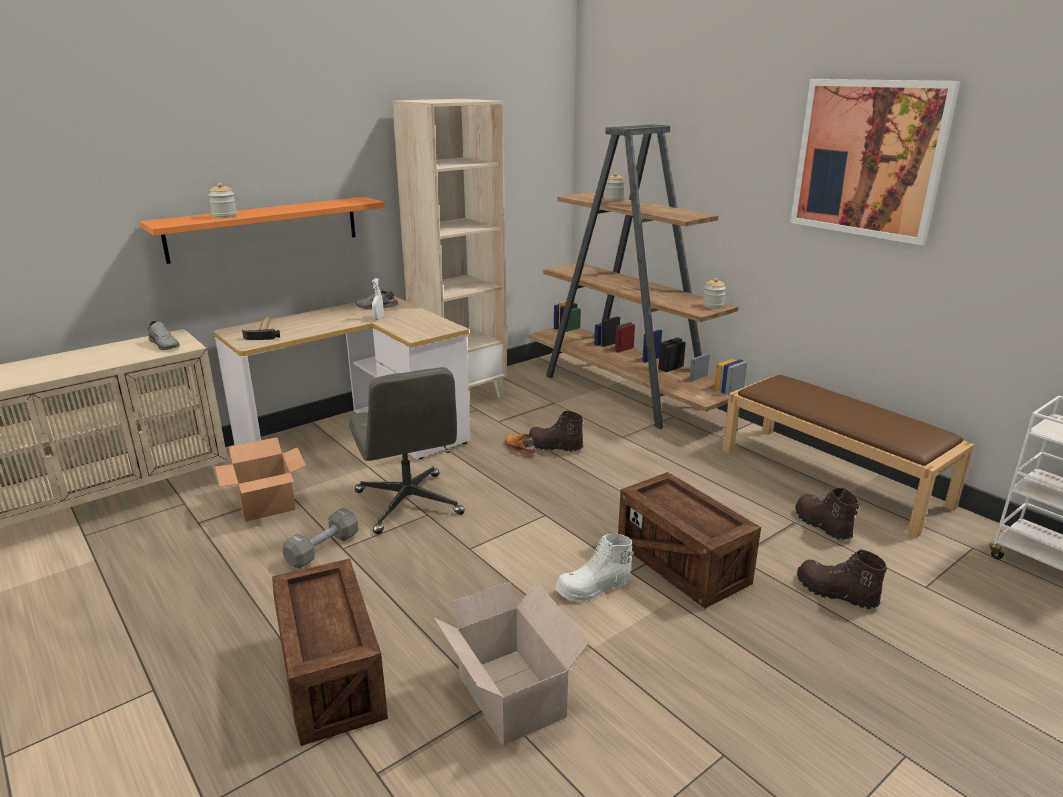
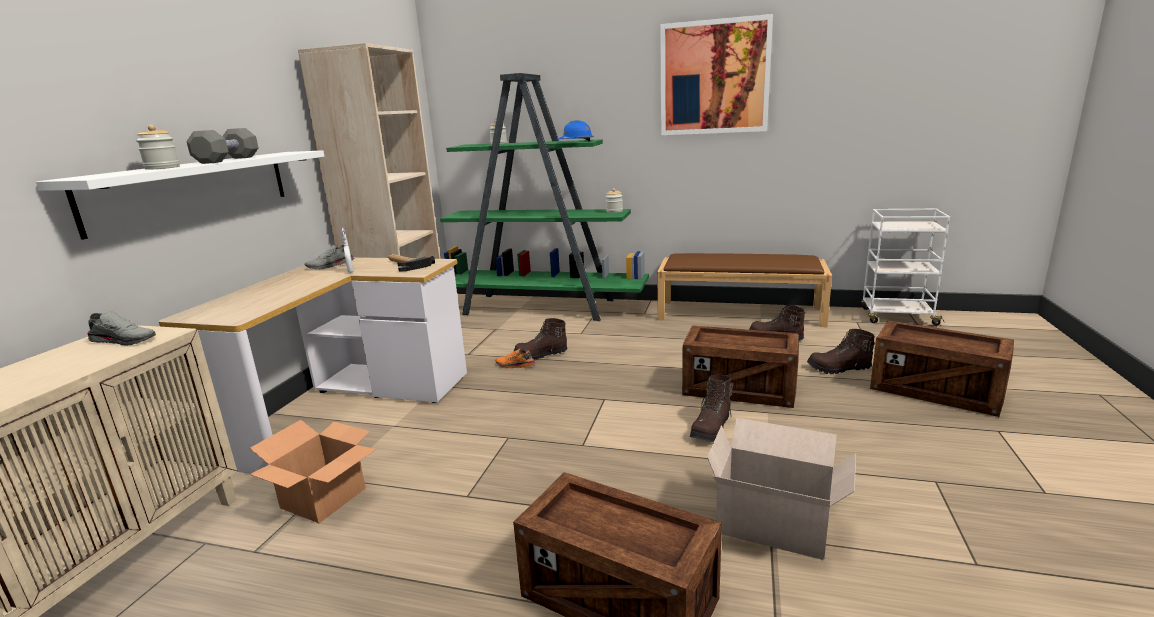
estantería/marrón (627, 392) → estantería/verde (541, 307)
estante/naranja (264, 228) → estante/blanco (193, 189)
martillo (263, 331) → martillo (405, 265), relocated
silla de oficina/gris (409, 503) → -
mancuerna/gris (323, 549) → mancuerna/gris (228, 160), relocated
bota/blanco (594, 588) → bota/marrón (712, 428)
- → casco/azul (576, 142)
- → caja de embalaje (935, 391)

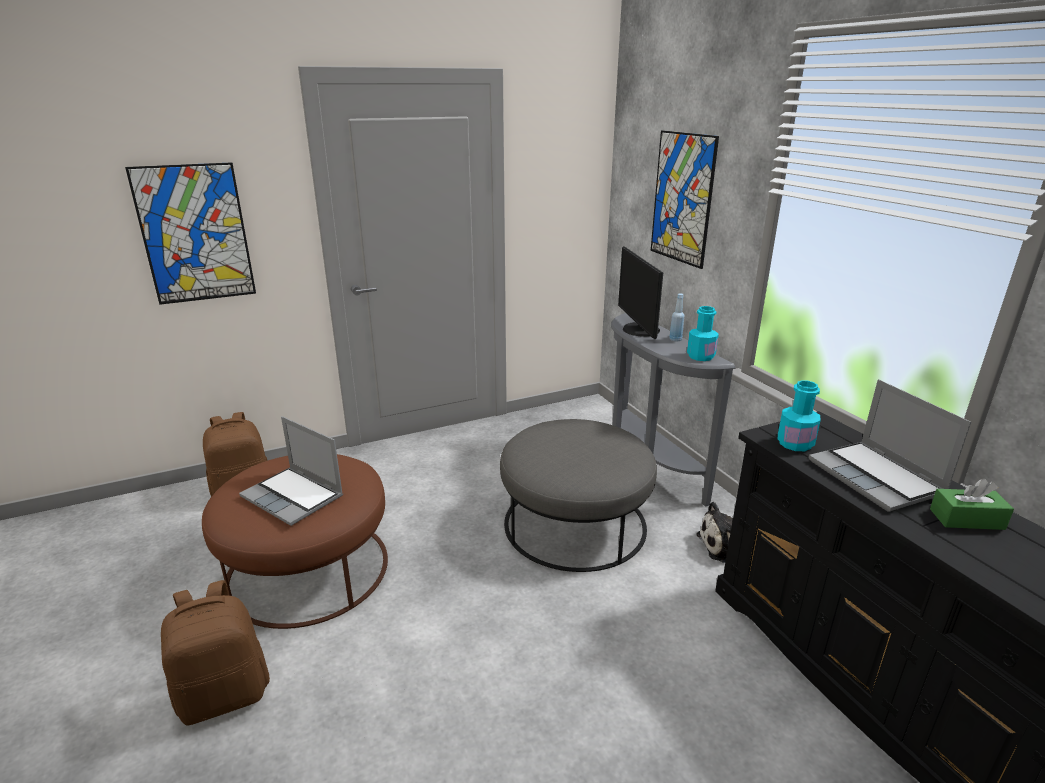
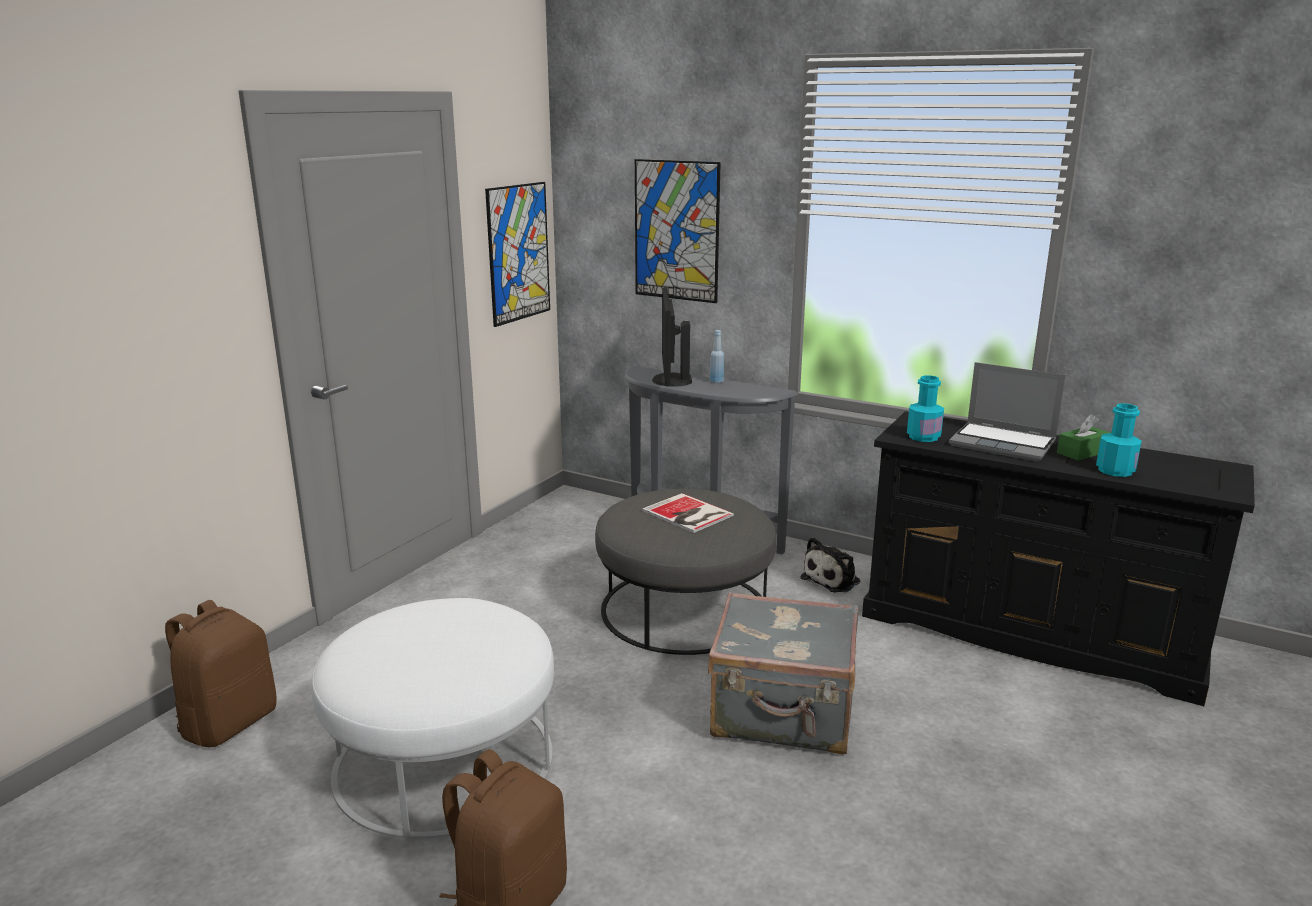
cuadro (195, 234) → cuadro (518, 253), relocated
monitor (639, 330) → monitor (670, 380), 45 degrees clockwise
botella/turquesa (700, 356) → botella/turquesa (1115, 471), relocated
portátil (294, 497) → -
puf/marrón (308, 569) → puf/blanco (444, 759)
- → libro (688, 514)
- → maleta/gris (783, 714)

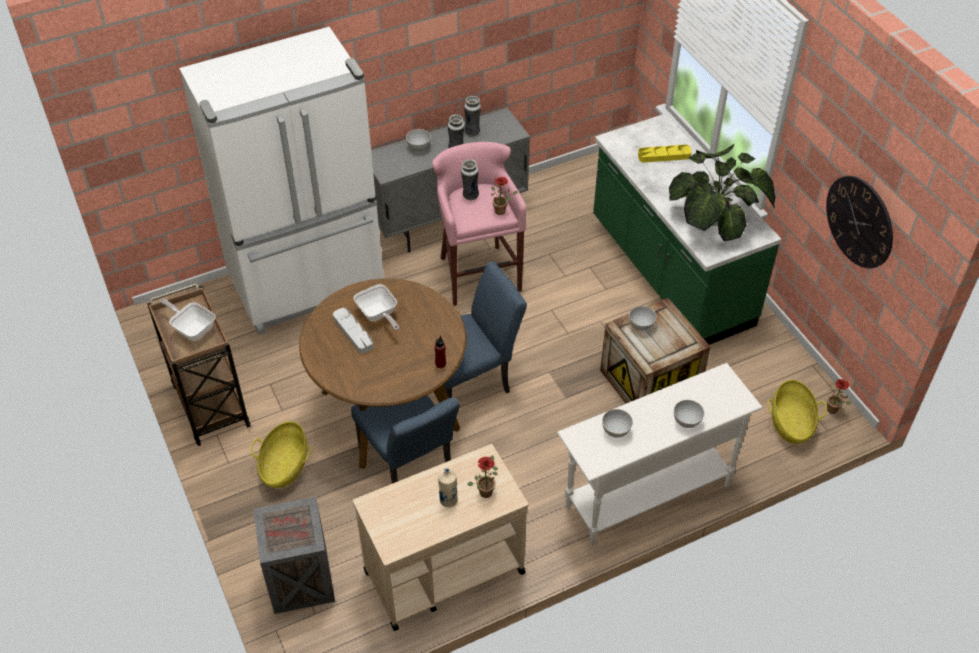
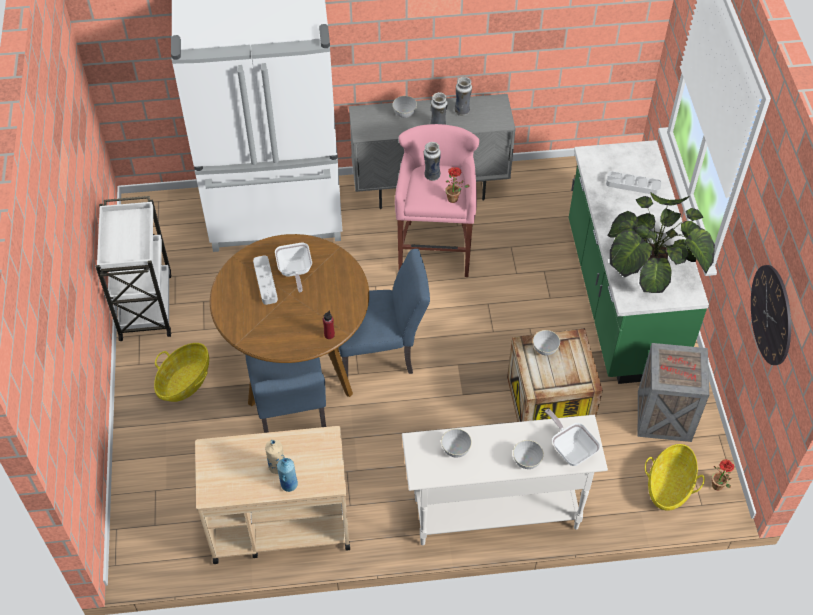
bandeja/amarillo (664, 156) → bandeja/gris (633, 185)
carrito/marrón (210, 404) → carrito/blanco (145, 305)
sartén (192, 329) → sartén (570, 449), relocated
planta en maceta (485, 490) → -
caja de embalaje (302, 582) → caja de embalaje (665, 417), relocated
- → botella/azul (289, 484)

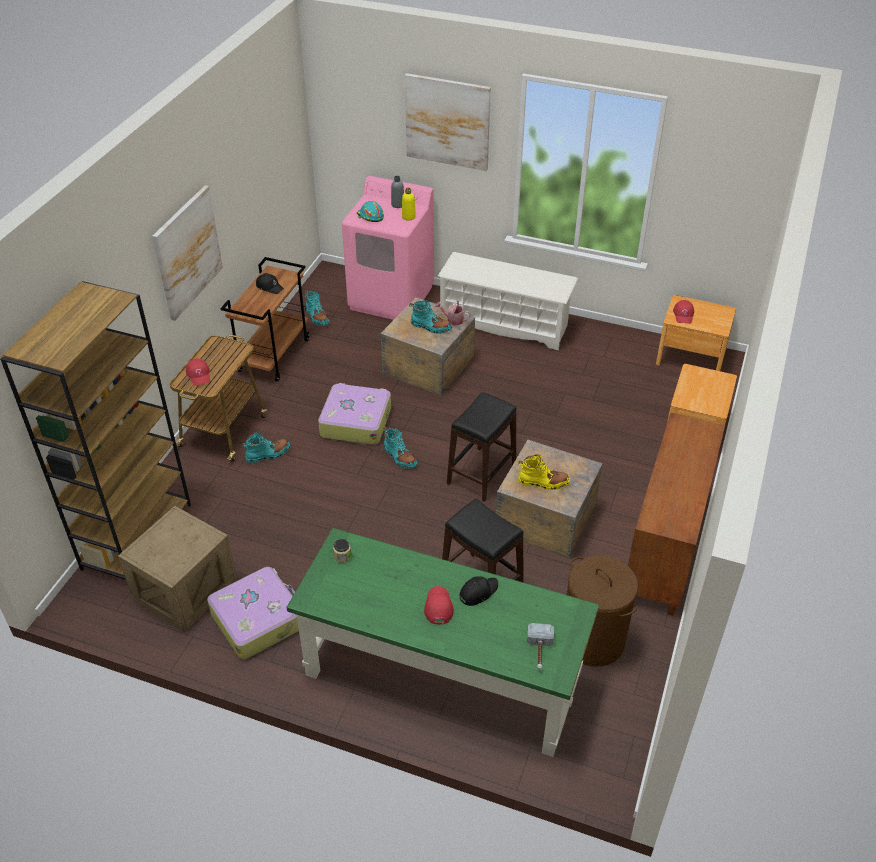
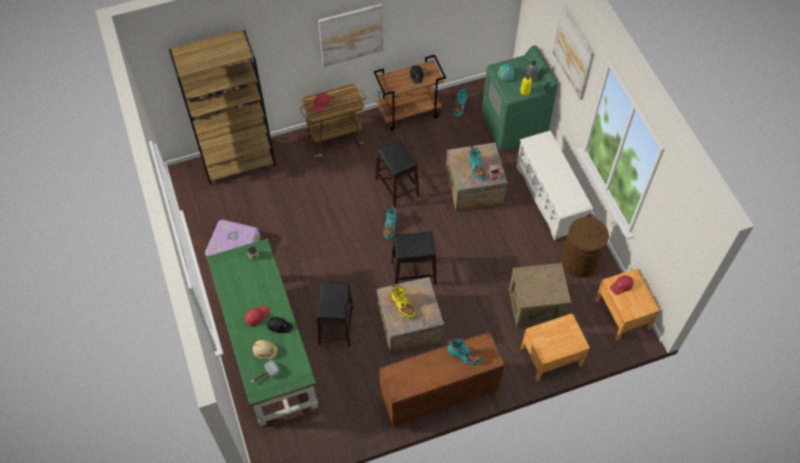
lavadora/rosa (392, 298) → lavadora/verde (513, 127)
maleta (355, 421) → taburete/negro (396, 187)
bota/turquesa (268, 454) → bota/turquesa (464, 356), relocated
caja de embalaje (186, 589) → caja de embalaje (536, 305), relocated
cesto de la ropa/marrón (593, 640) → cesto de la ropa/marrón (579, 261), relocated
- → casco/beis (265, 350)

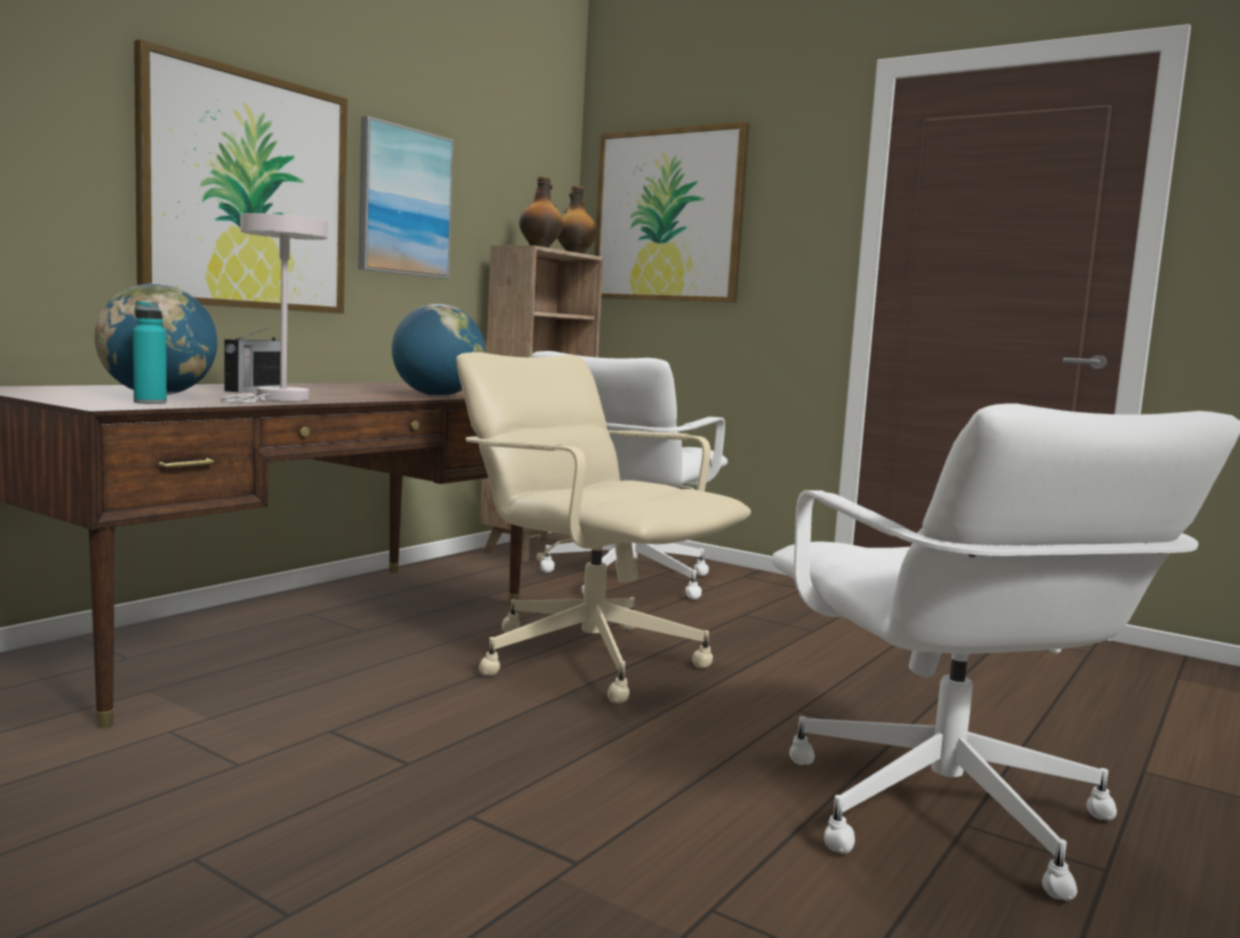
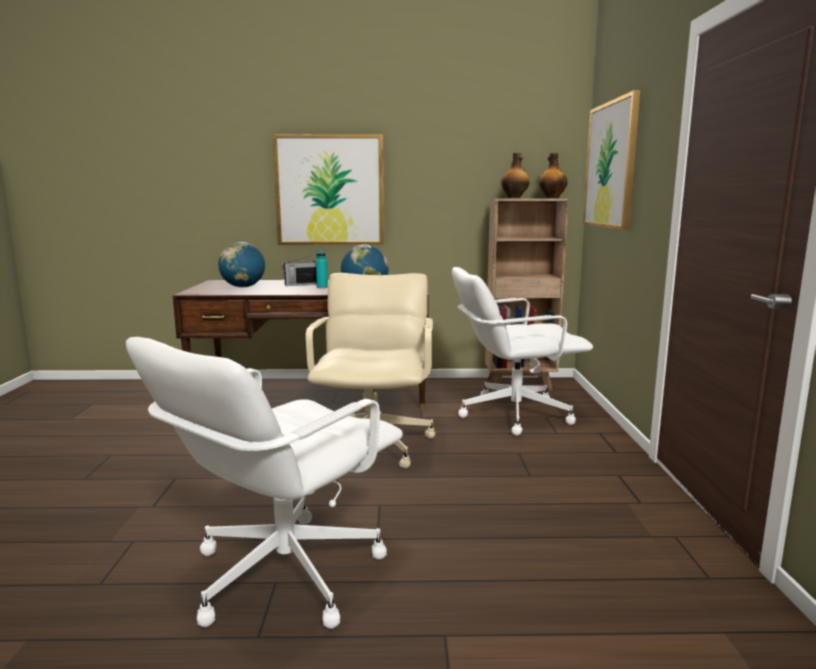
cuadro (404, 202) → -
lámpara de mesa/blanco (277, 399) → -
botella/turquesa (150, 402) → botella/turquesa (322, 287), relocated

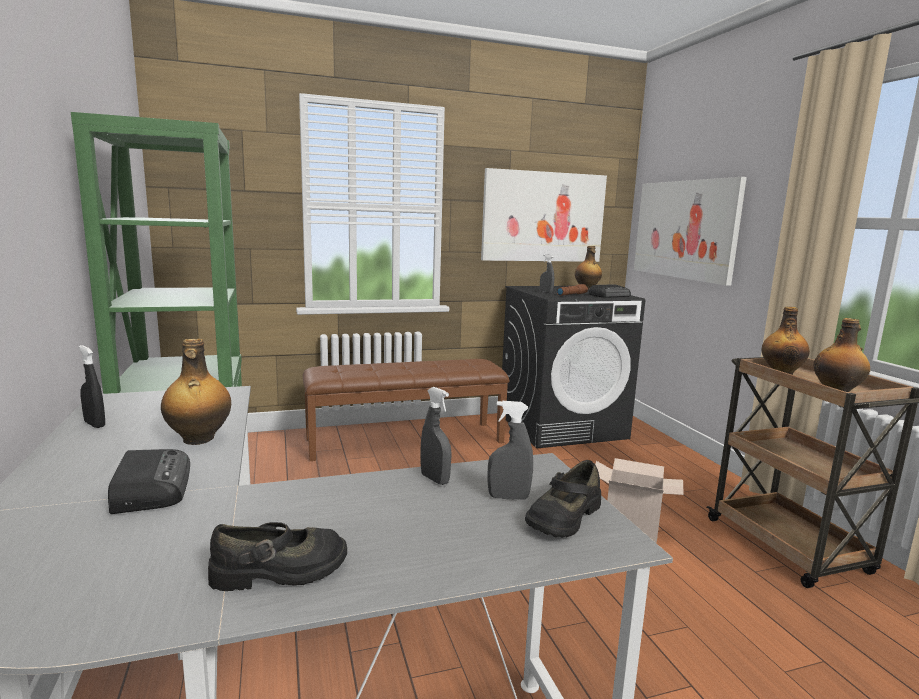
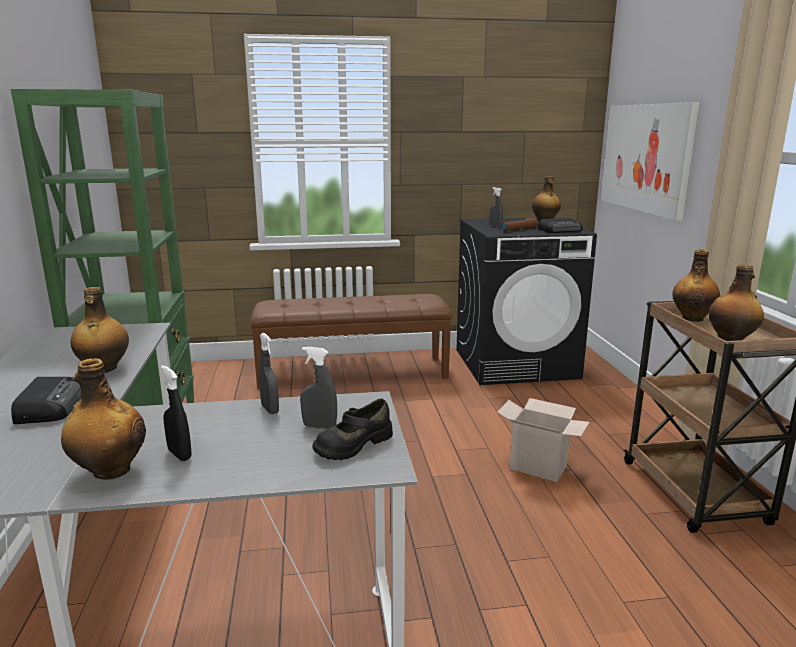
cuadro (543, 217) → -
pulverizador/negro (94, 424) → pulverizador/negro (179, 454), relocated
zapato/negro (280, 571) → botella (110, 471)

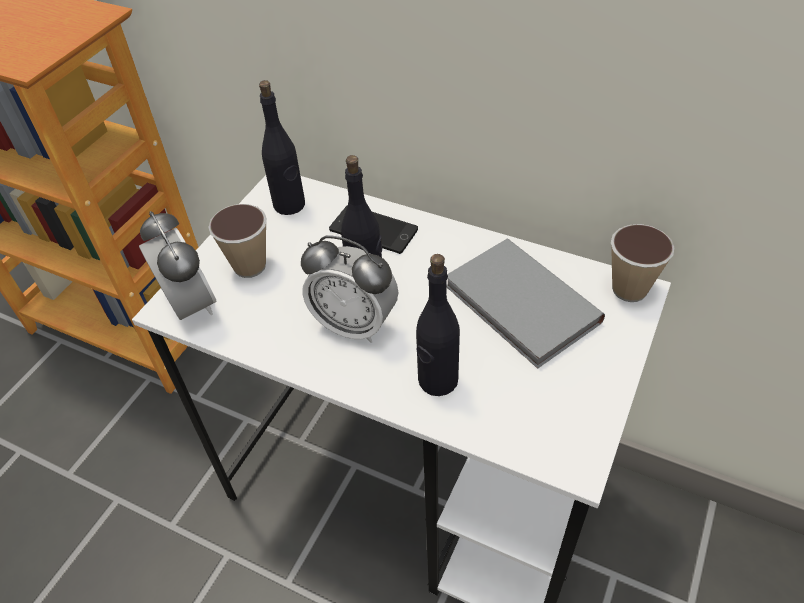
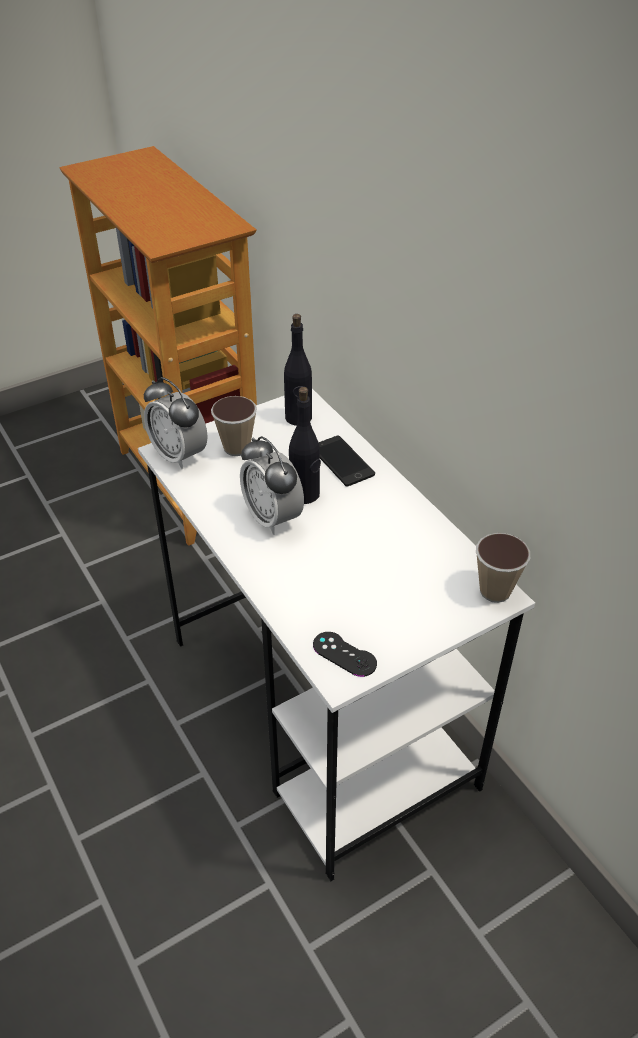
despertador (190, 305) → despertador (179, 455), 135 degrees clockwise
libro/gris (520, 306) → -
botella/negro (437, 380) → -
- → mando de consola/negro (344, 654)

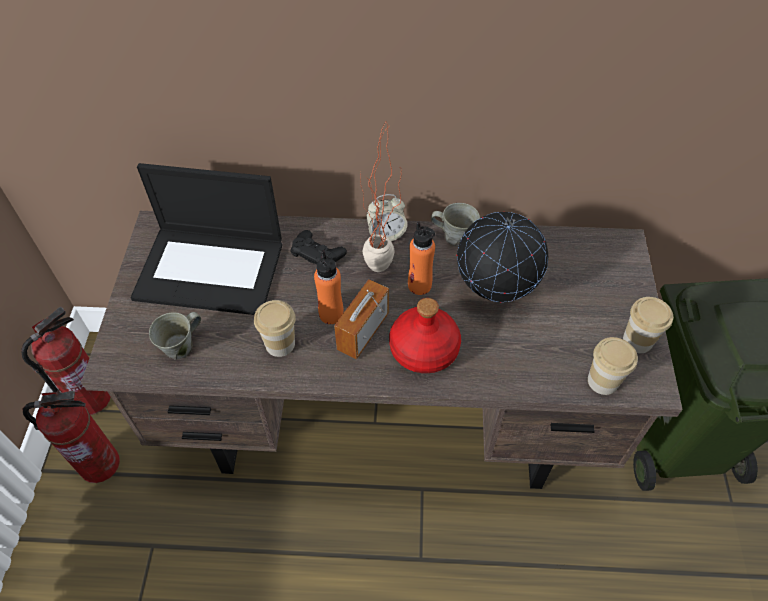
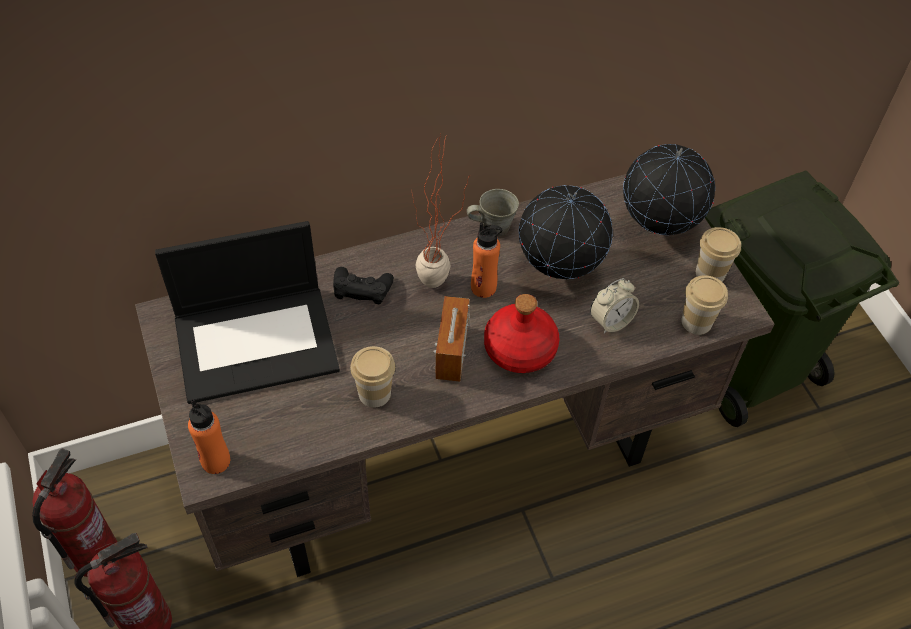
despertador (386, 234) → despertador (611, 321), relocated
botella/naranja (331, 314) → botella/naranja (216, 461), relocated
taza grande/gris (181, 347) → -
- → globo terráqueo (658, 227)

